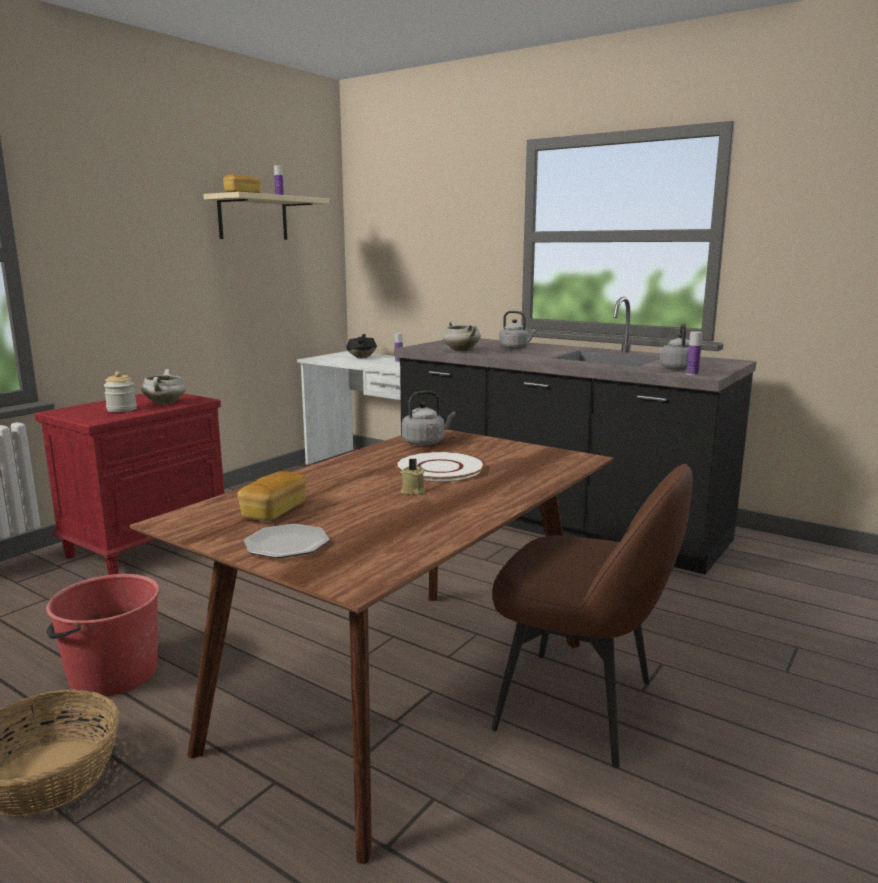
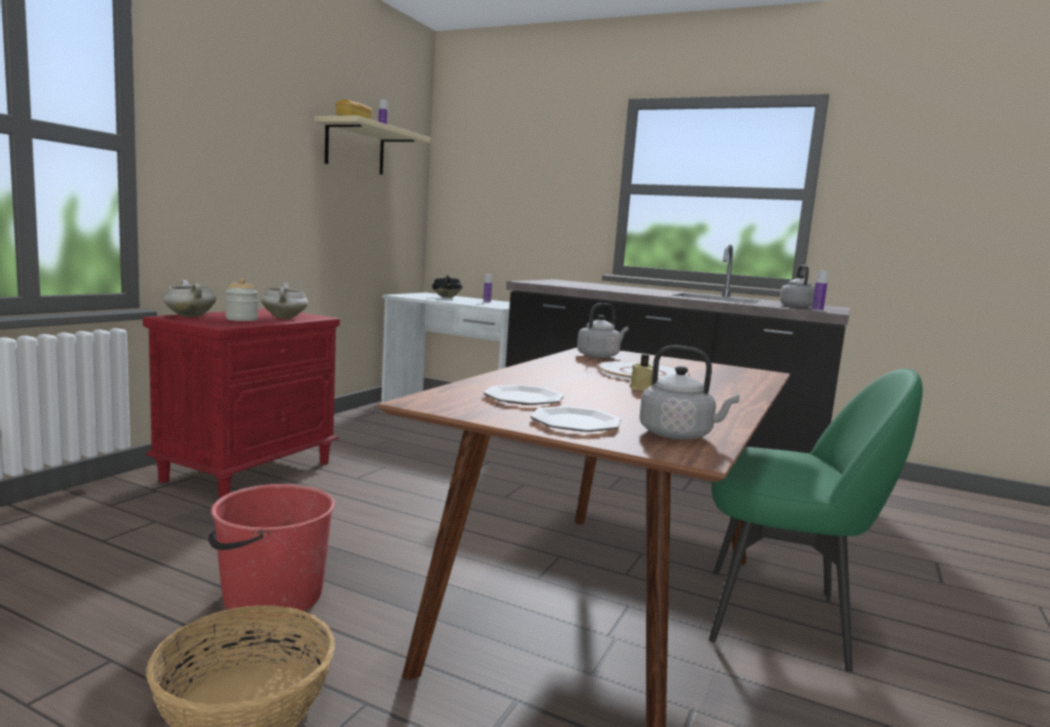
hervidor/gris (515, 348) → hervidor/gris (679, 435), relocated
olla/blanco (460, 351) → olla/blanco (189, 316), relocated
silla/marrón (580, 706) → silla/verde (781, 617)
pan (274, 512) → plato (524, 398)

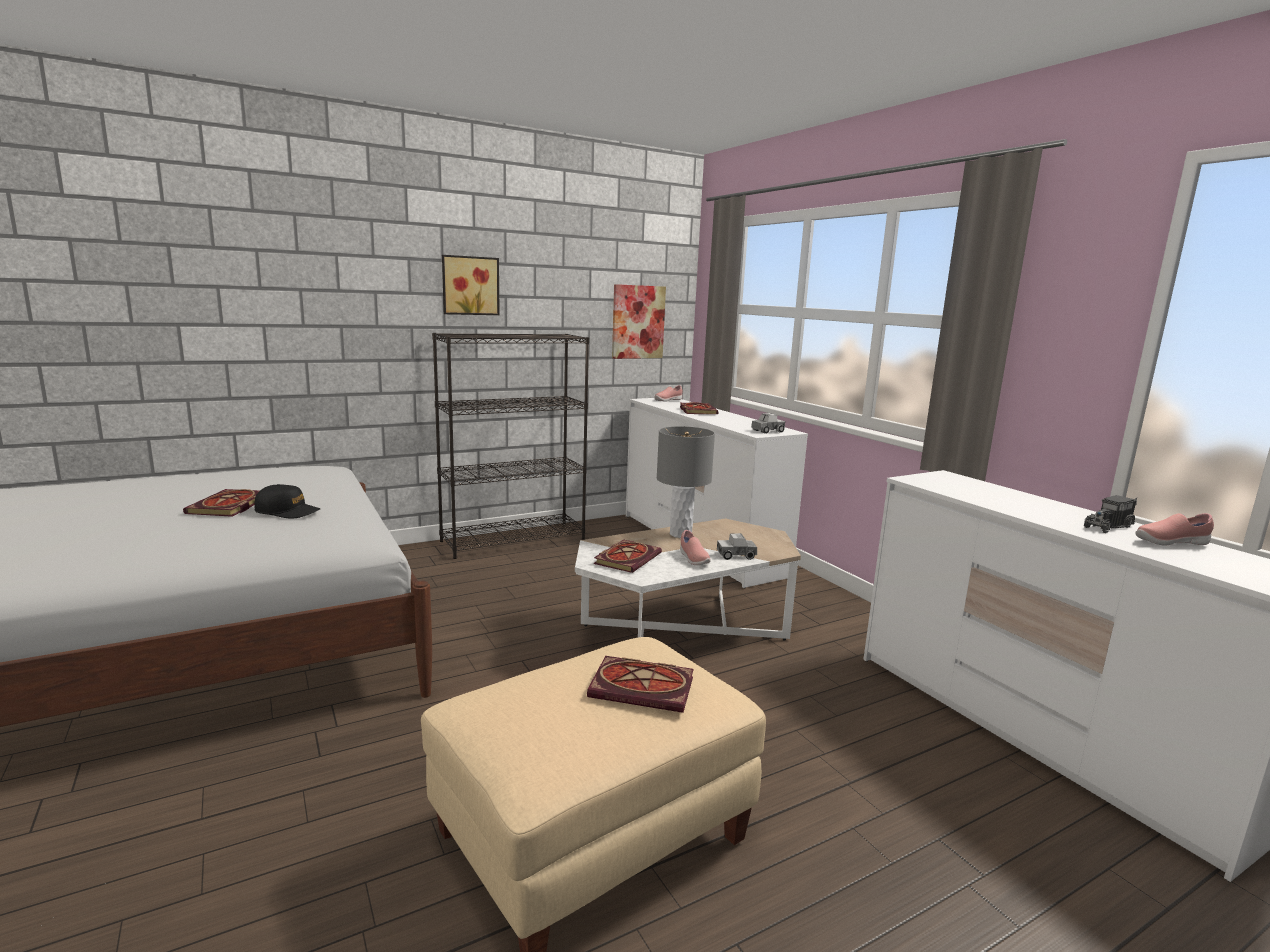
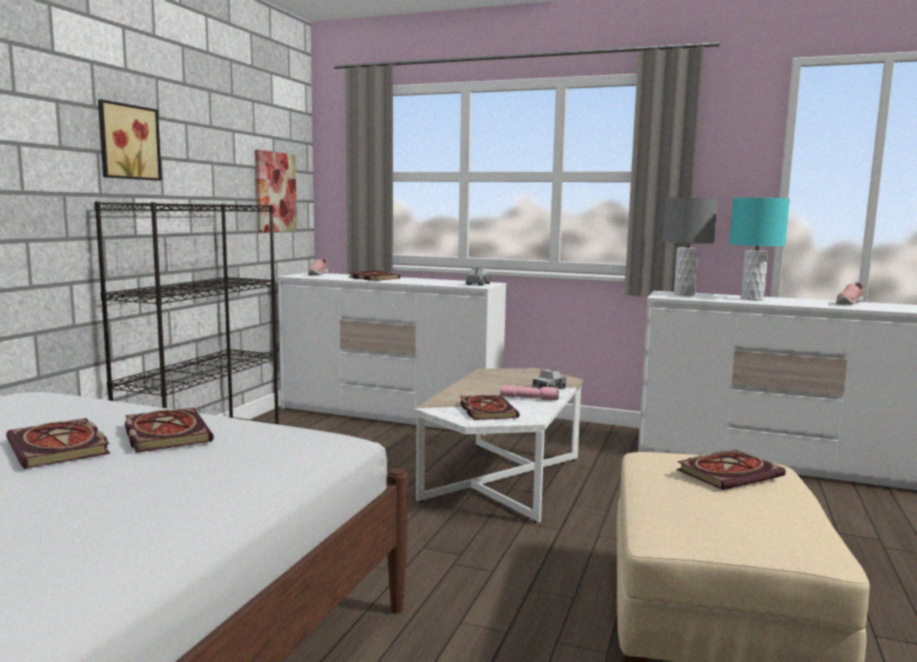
lámpara de mesa/gris (681, 534) → lámpara de mesa/gris (684, 294), relocated
gorra/negro (287, 511) → libro (165, 433)
camión de juguete (1108, 526) → -
zapato/rosa (693, 559) → linterna/rosa (530, 398)
- → lámpara de mesa/turquesa (752, 299)

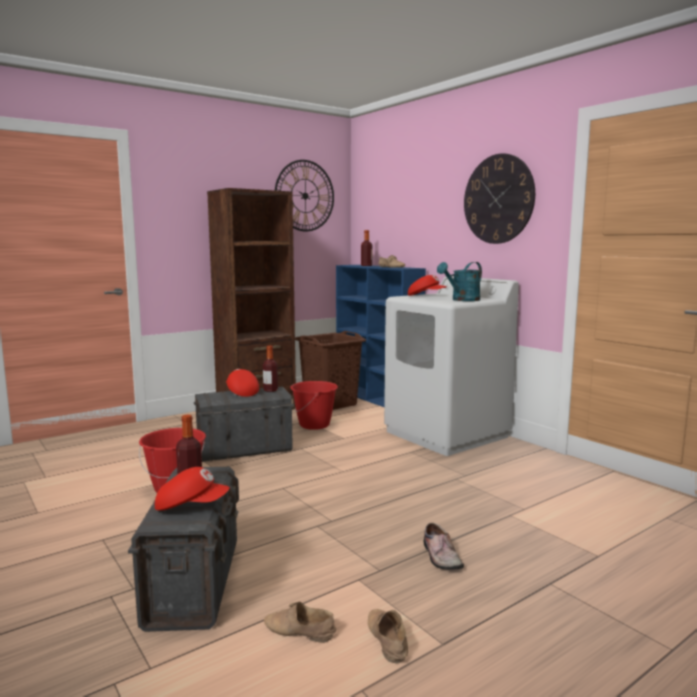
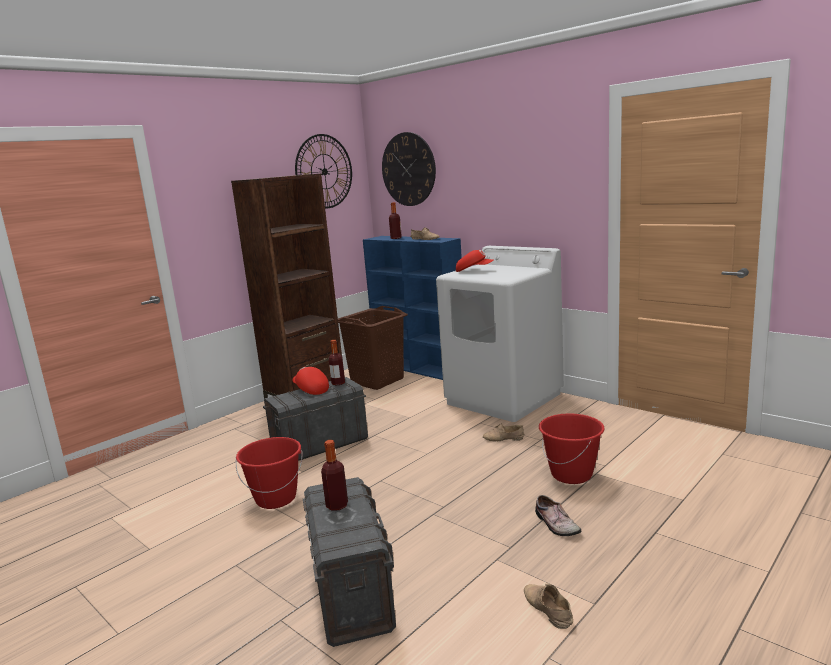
reloj de pared (498, 199) → reloj de pared (408, 169), relocated
regadera/turquesa (462, 300) → -
cubo/rojo (314, 425) → cubo/rojo (572, 474), relocated
gorra/rojo (191, 506) → -
zapato/beis (298, 631) → zapato/beis (503, 438), relocated

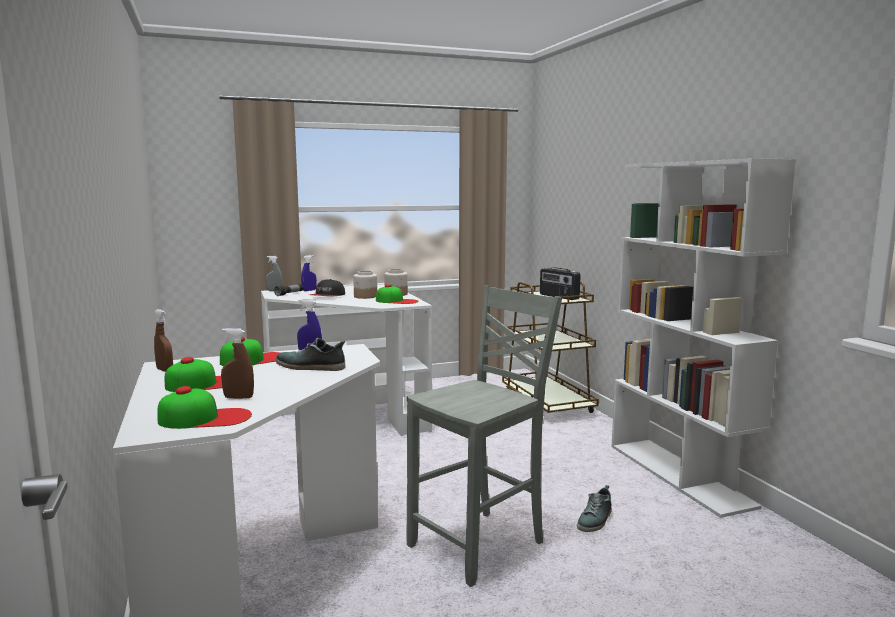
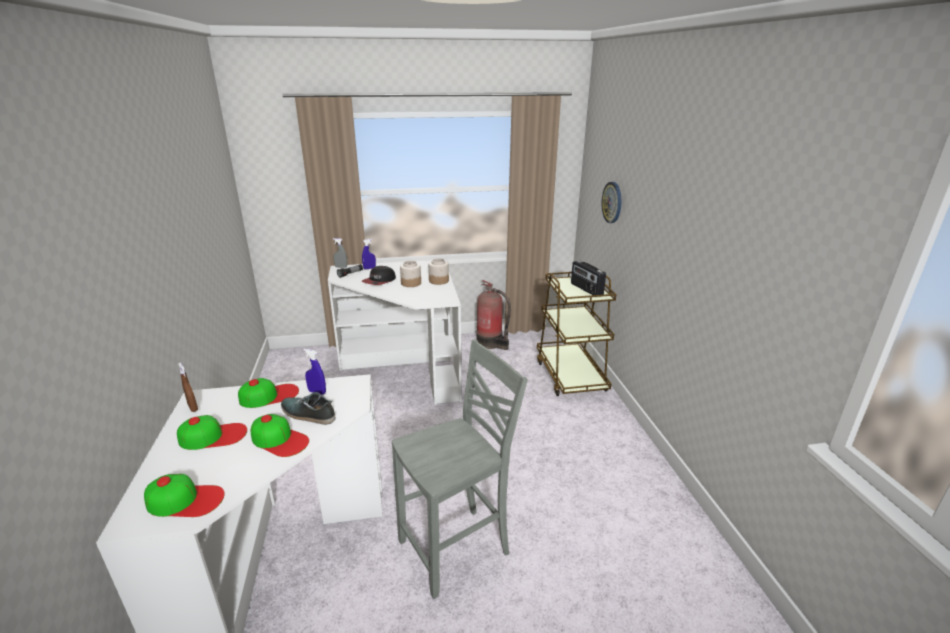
estantería/blanco (679, 474) → -
gorra (397, 301) → gorra (279, 440), relocated
pulverizador/marrón (238, 397) → -
zapato (595, 520) → -
- → reloj de pared (612, 202)
- → extintor (491, 343)

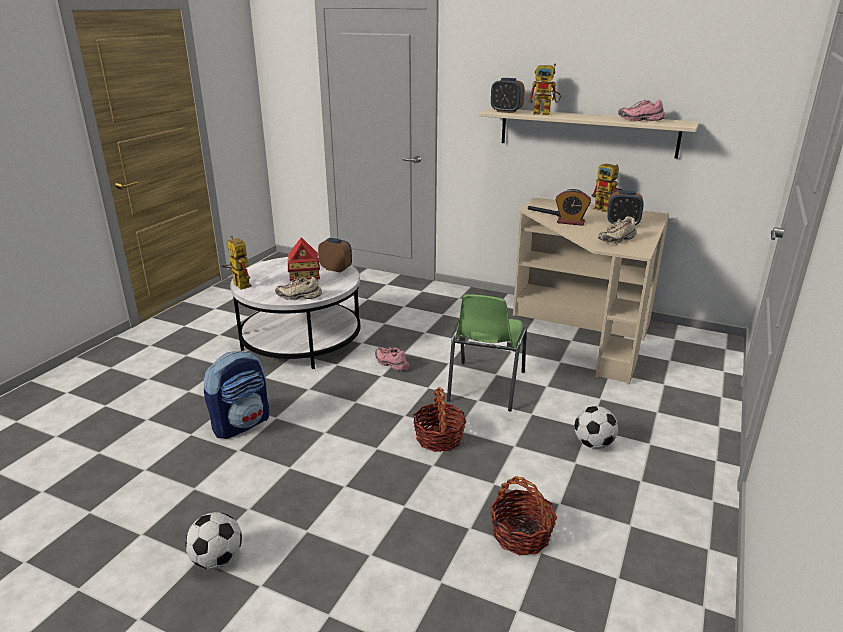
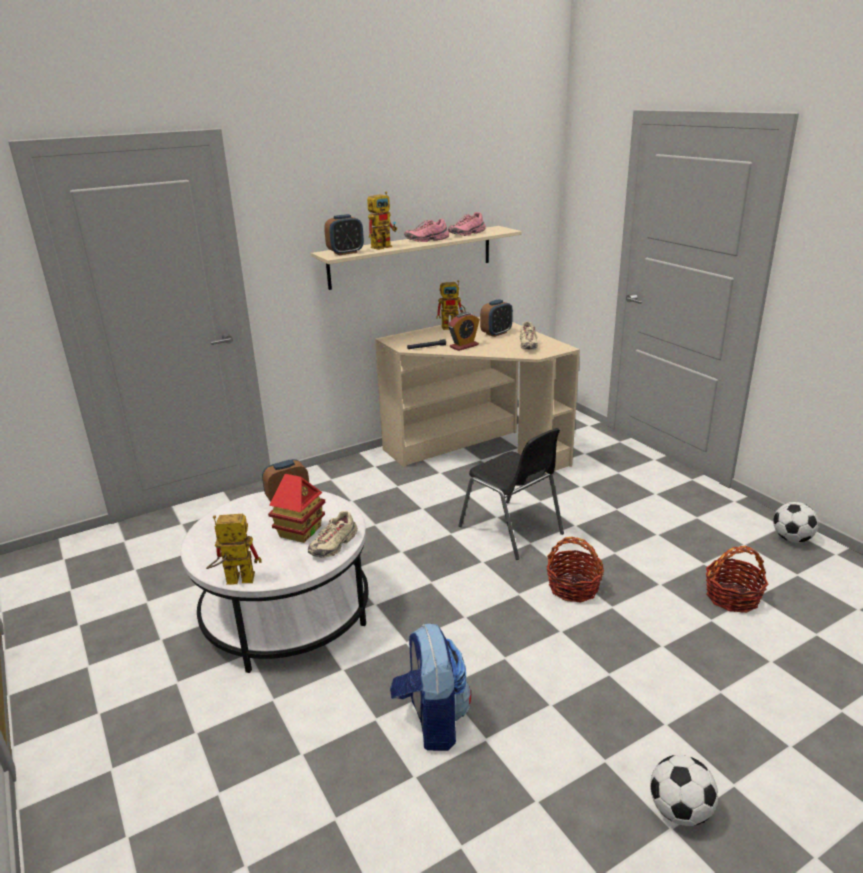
silla/verde (485, 387) → silla/negro (512, 530)
zapato/rosa (391, 364) → zapato/rosa (427, 240), relocated
balón de fútbol (593, 444) → balón de fútbol (791, 539), relocated

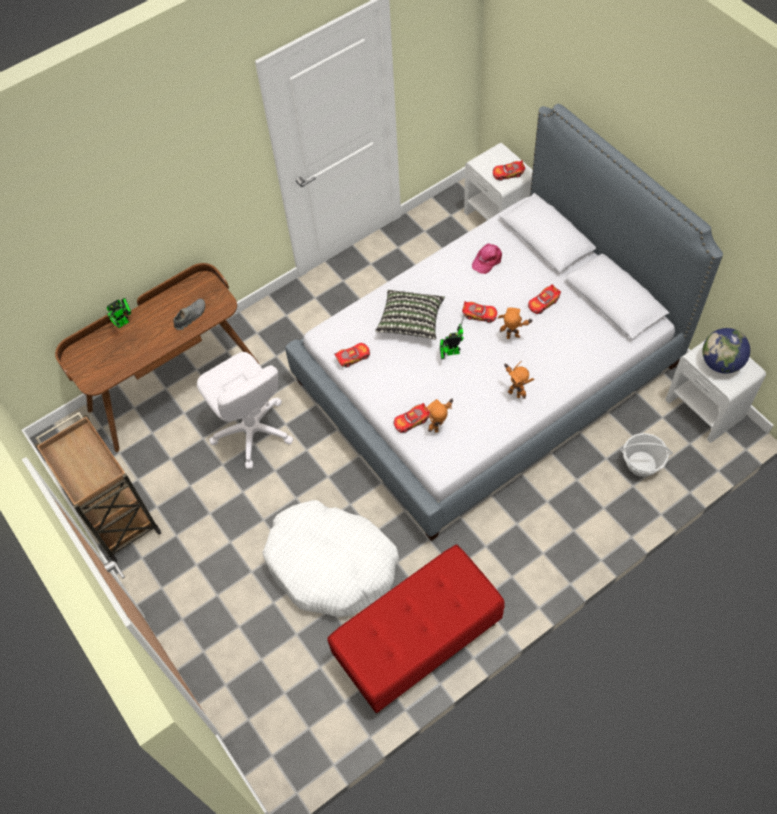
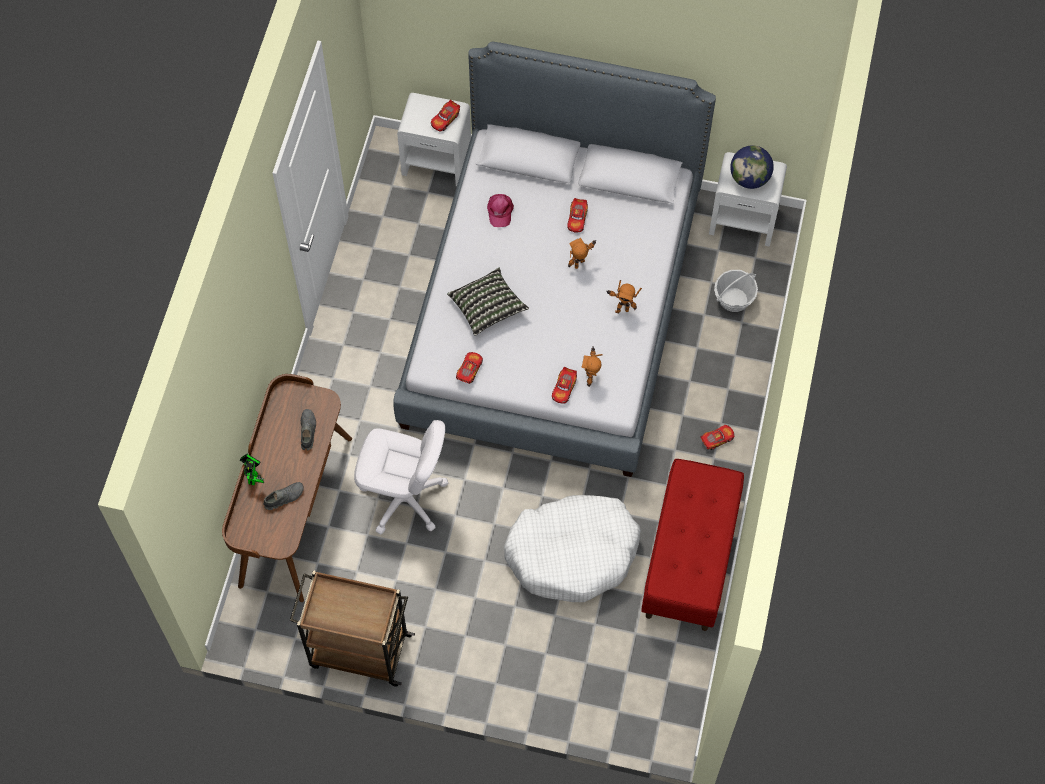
coche de juguete (479, 314) → coche de juguete (717, 439), relocated
robot de juguete (450, 352) → -
- → zapato/gris (284, 497)

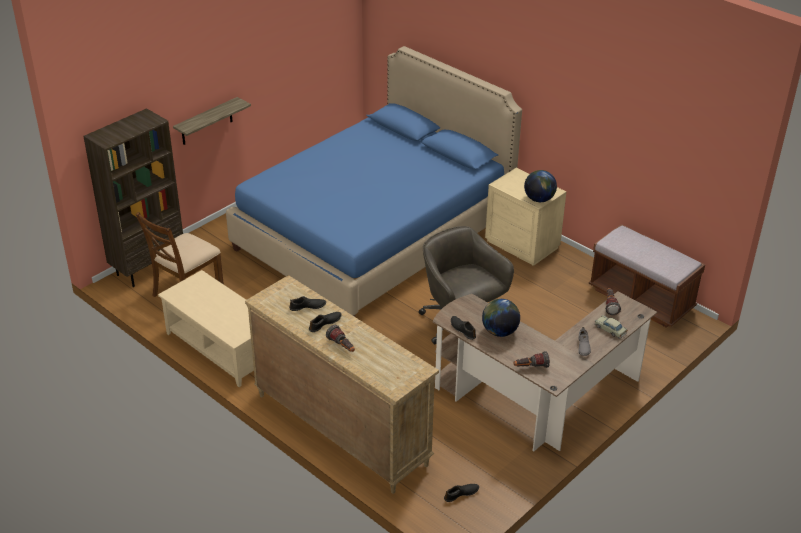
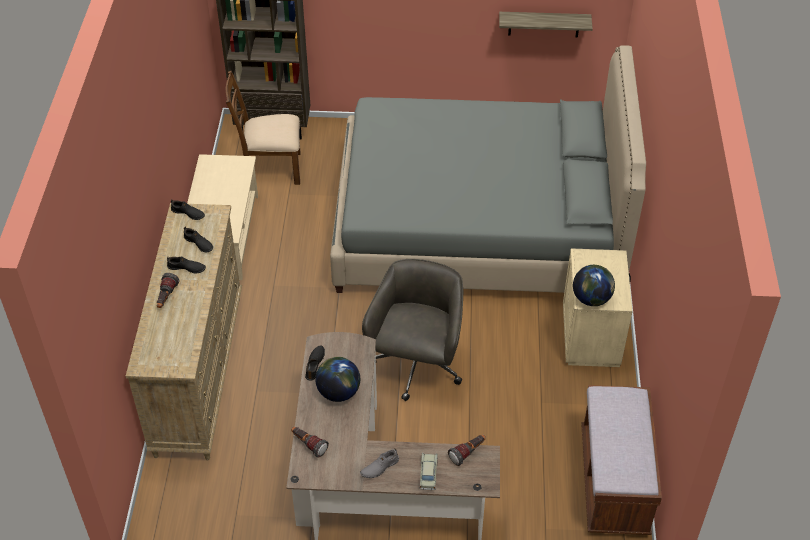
cama/azul (374, 234) → cama/gris (478, 226)
estante (206, 122) → estante (544, 24), relocated
zapato/negro (461, 494) → zapato/negro (188, 214), relocated

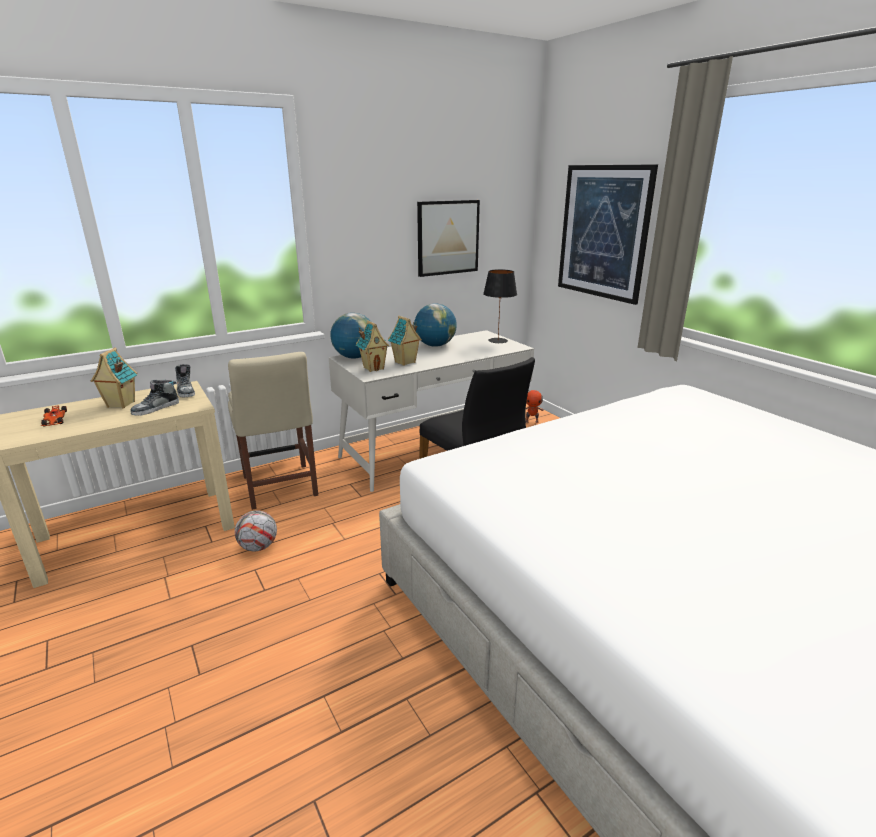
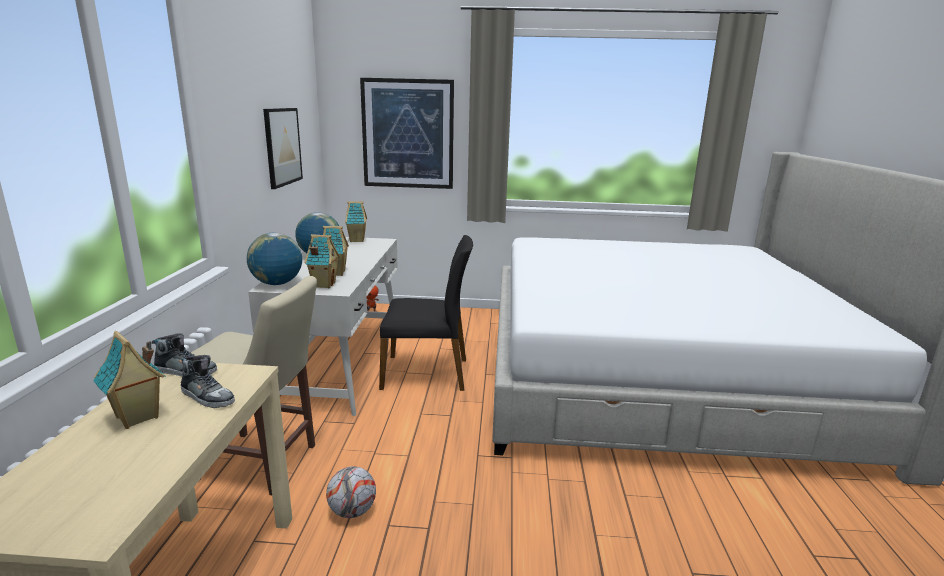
lámpara de mesa/negro (498, 340) → casita (357, 240)
zapato (156, 408) → zapato (207, 397), 45 degrees counterclockwise
coche de juguete (55, 420) → -

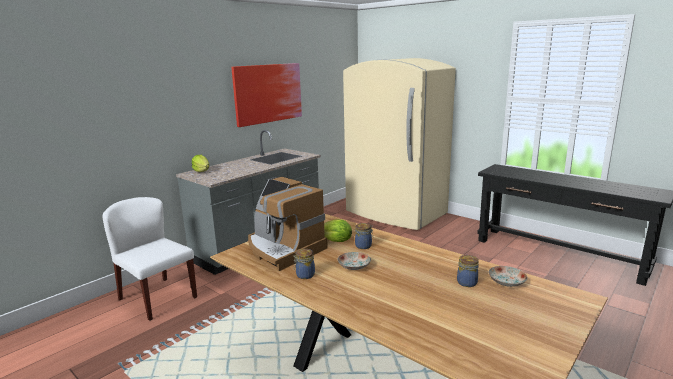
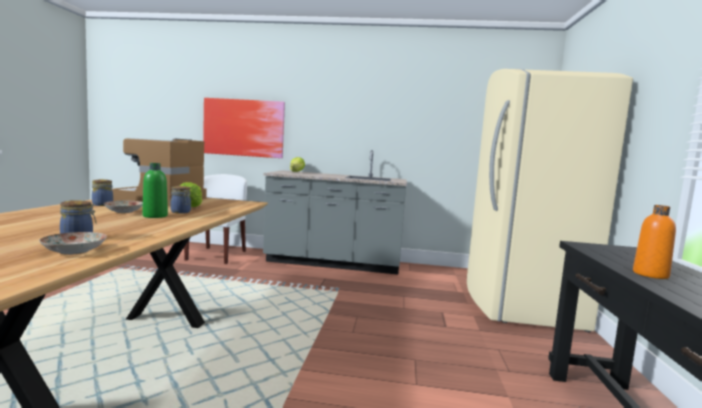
cuadro (268, 93) → cuadro (244, 128), relocated
- → botella/verde (155, 216)
- → botella/naranja (650, 274)

